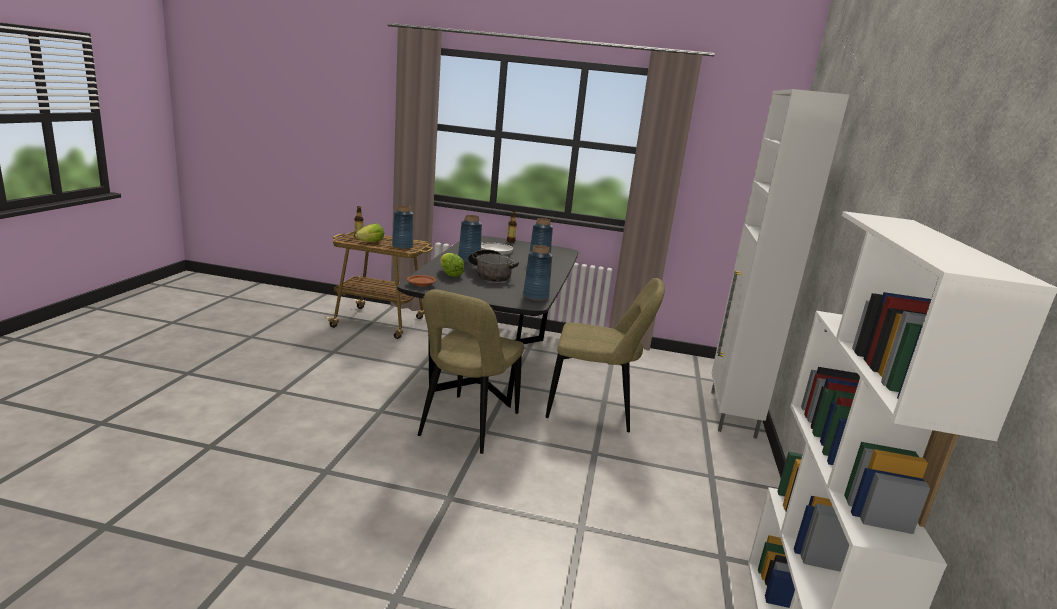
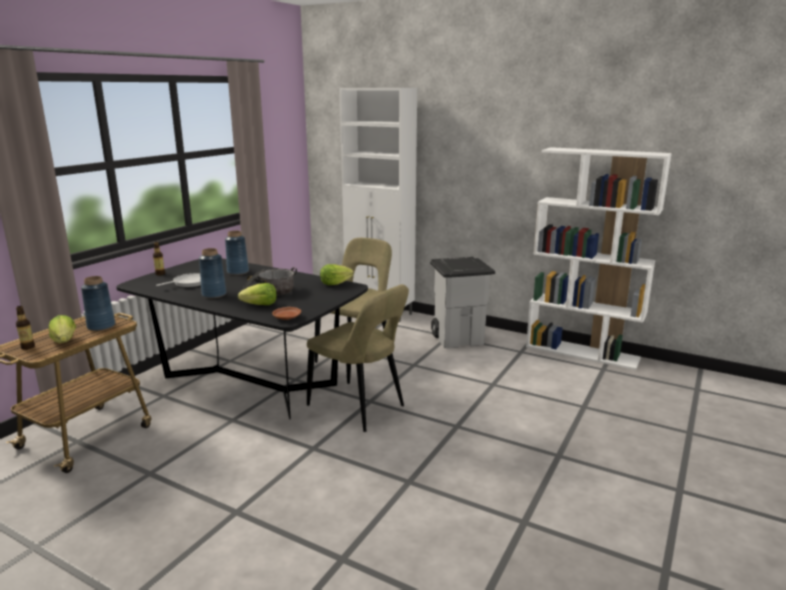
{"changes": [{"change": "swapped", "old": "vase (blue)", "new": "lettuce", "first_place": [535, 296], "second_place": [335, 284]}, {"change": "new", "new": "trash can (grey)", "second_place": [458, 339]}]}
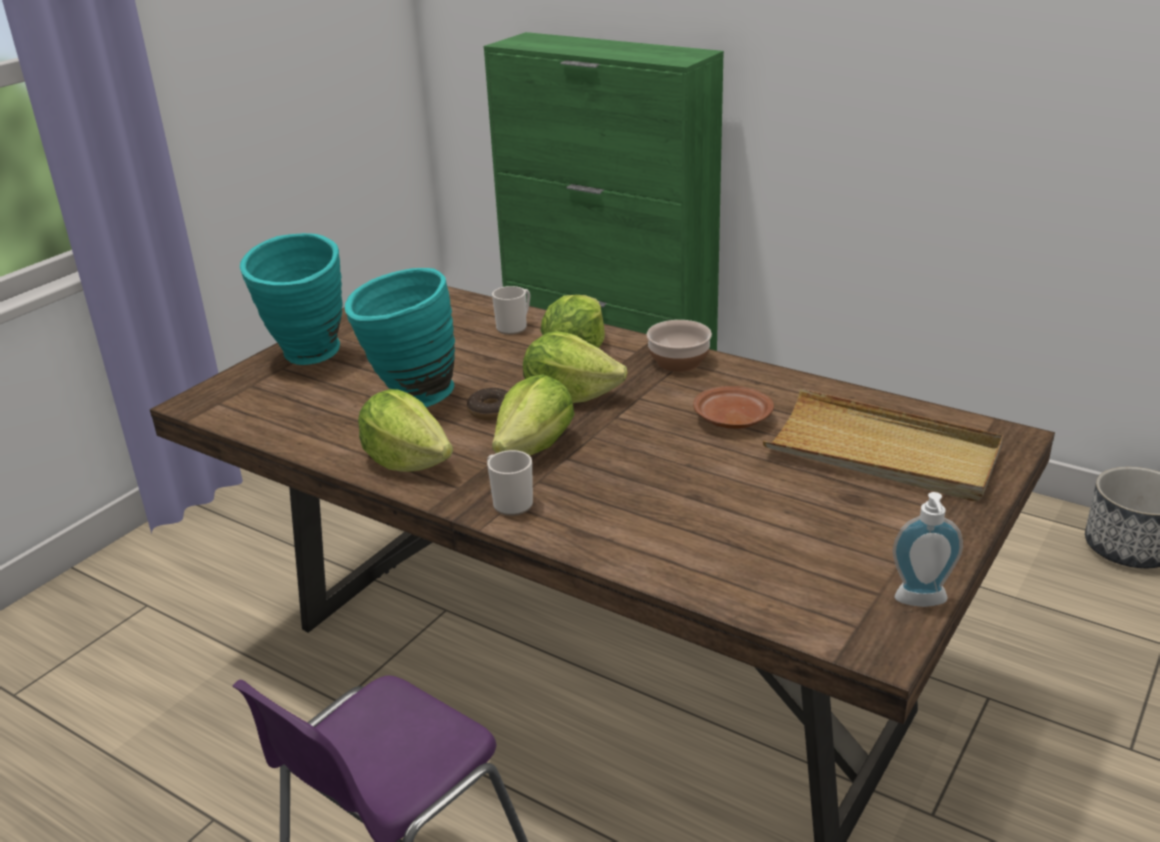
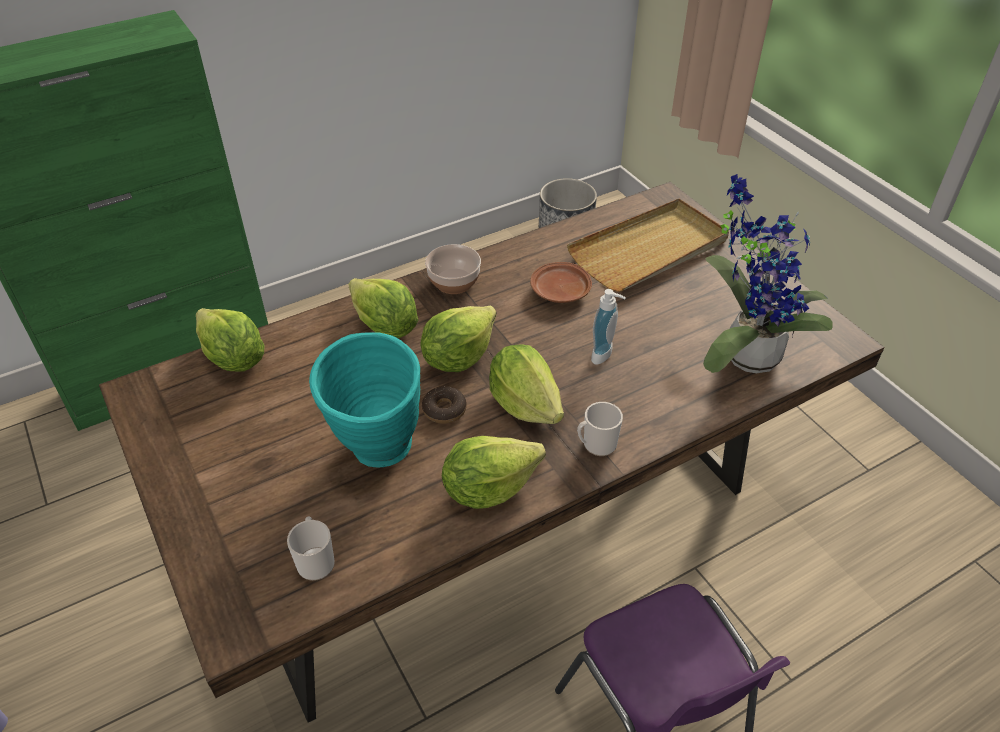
{"changes": [{"change": "gone", "old": "vase (turquoise)", "first_place": [308, 359]}, {"change": "shifted", "old": "mug", "first_place": [514, 327], "second_place": [315, 560]}, {"change": "shifted", "old": "soap dispenser", "first_place": [921, 603], "second_place": [605, 355]}, {"change": "new", "new": "lettuce", "second_place": [233, 359]}, {"change": "new", "new": "potted plant", "second_place": [745, 353]}]}
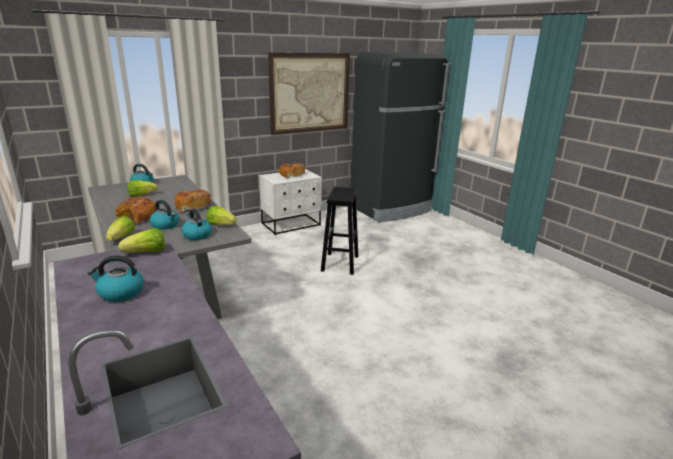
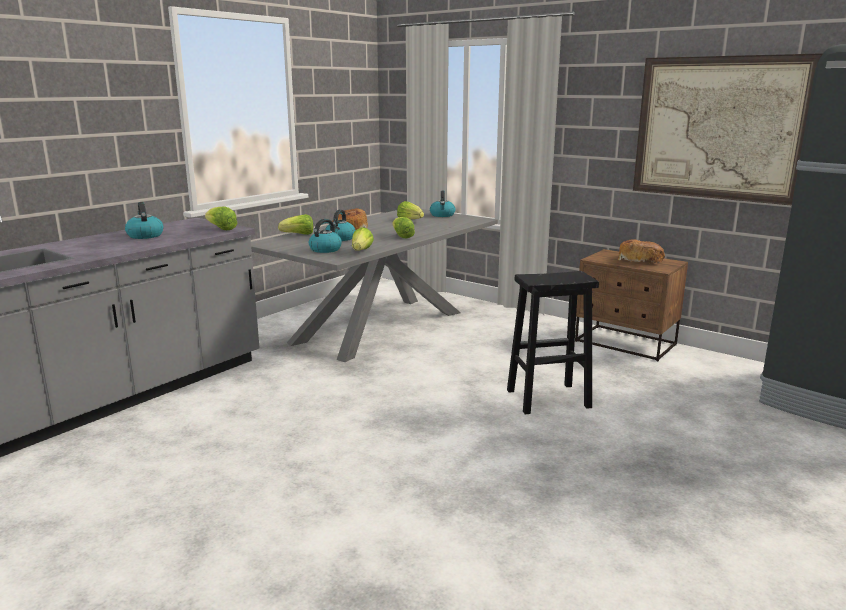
{"changes": [{"change": "swapped", "old": "bread", "new": "lettuce", "first_place": [193, 206], "second_place": [402, 236]}, {"change": "repainted", "old": "nightstand (white)", "new": "nightstand (brown)", "first_place": [291, 224], "second_place": [625, 343]}]}
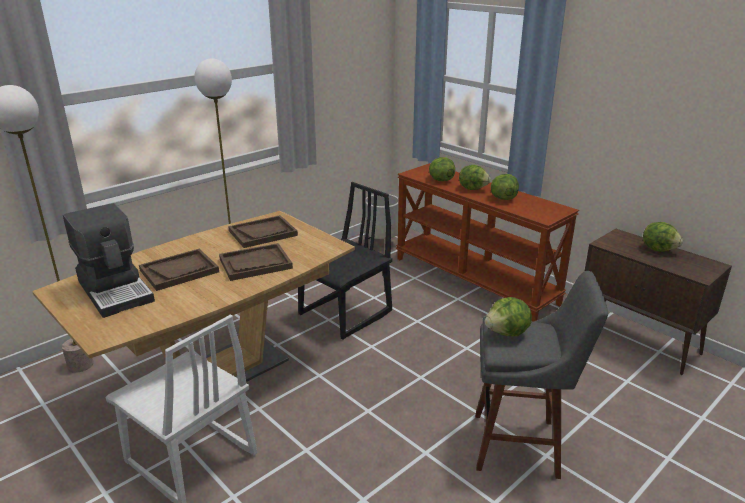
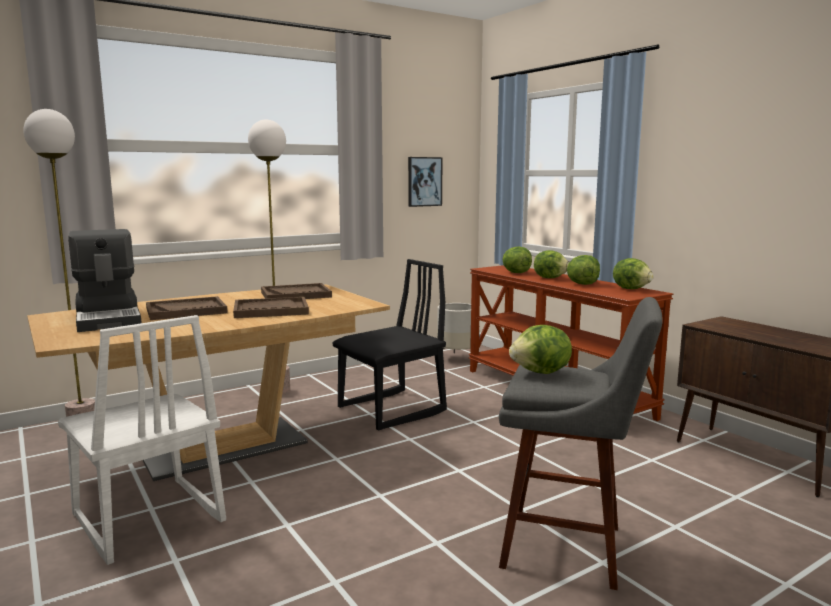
{"changes": [{"change": "shifted", "old": "lettuce", "first_place": [659, 249], "second_place": [631, 289]}, {"change": "new", "new": "picture", "second_place": [424, 181]}]}
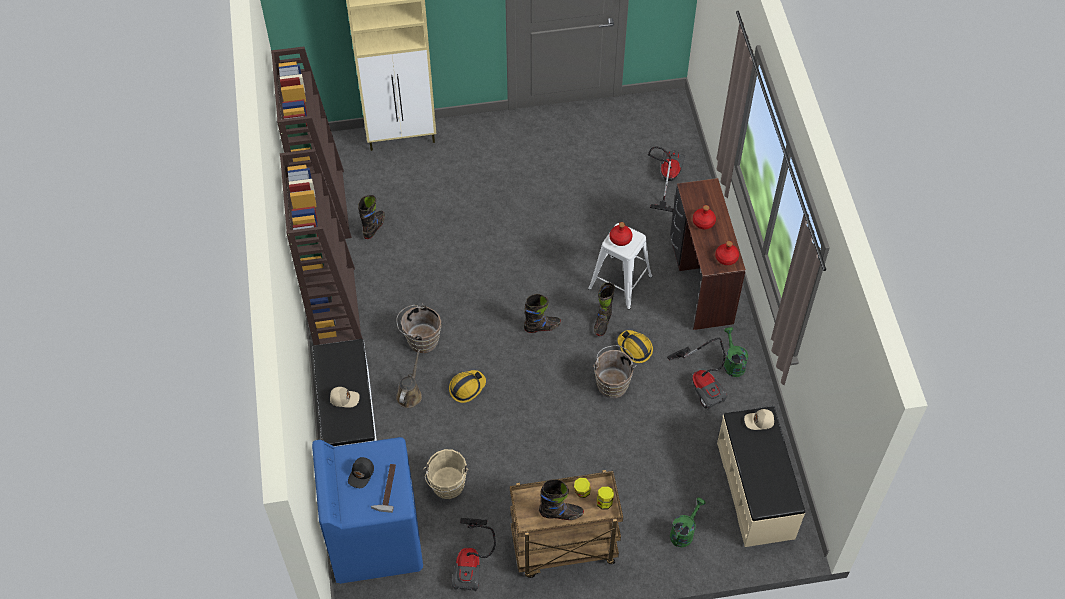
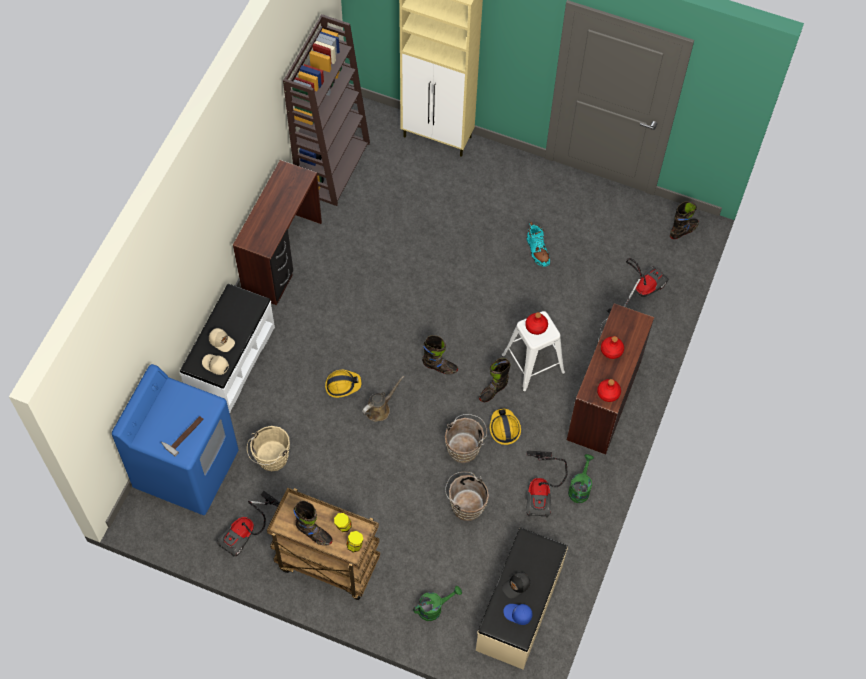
{"changes": [{"change": "swapped", "old": "bookcase (brown)", "new": "desk (brown)", "first_place": [333, 306], "second_place": [283, 257]}, {"change": "shifted", "old": "cap (black)", "first_place": [361, 474], "second_place": [516, 586]}, {"change": "shifted", "old": "boot (black)", "first_place": [374, 227], "second_place": [683, 231]}, {"change": "shifted", "old": "watering can (brown)", "first_place": [410, 394], "second_place": [379, 409]}, {"change": "shifted", "old": "bucket (brown)", "first_place": [420, 340], "second_place": [465, 505]}, {"change": "shifted", "old": "cap (beige)", "first_place": [759, 421], "second_place": [215, 365]}, {"change": "new", "new": "cap (blue)", "second_place": [517, 614]}, {"change": "new", "new": "boot (turquoise)", "second_place": [537, 251]}]}
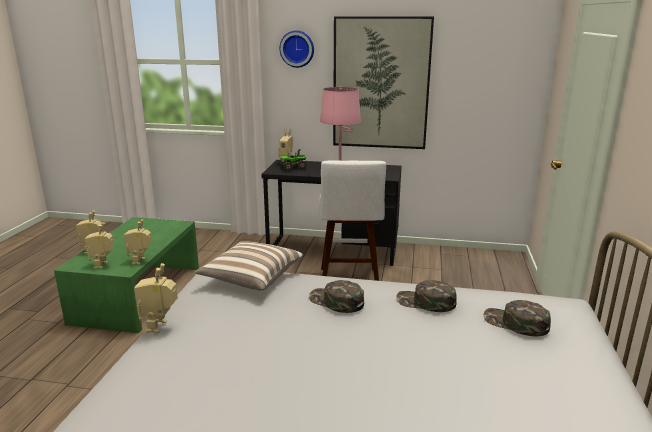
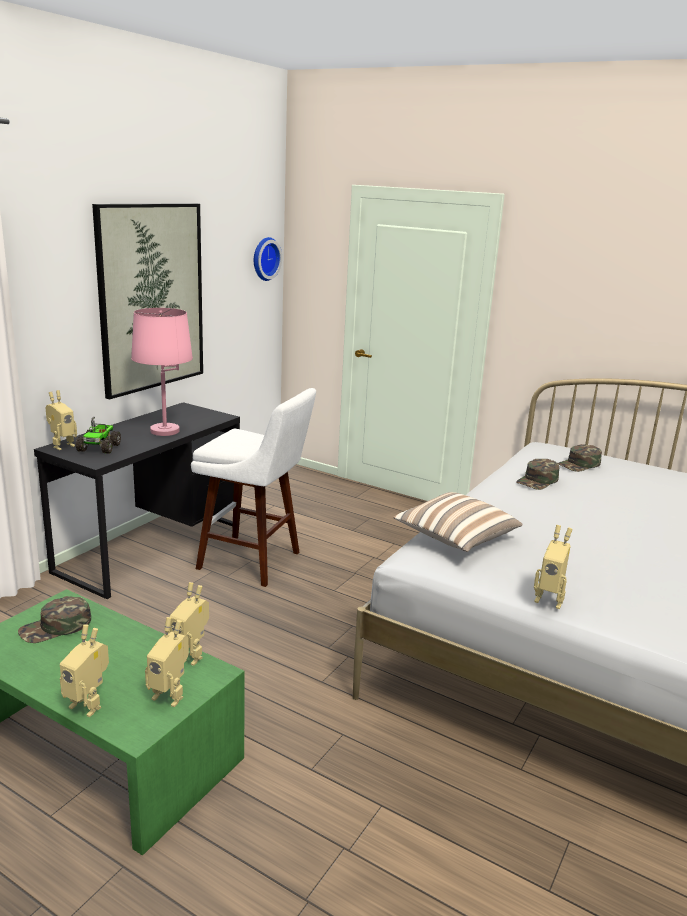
{"changes": [{"change": "shifted", "old": "wall clock", "first_place": [297, 49], "second_place": [264, 258]}, {"change": "shifted", "old": "cap (green)", "first_place": [336, 301], "second_place": [56, 627]}]}
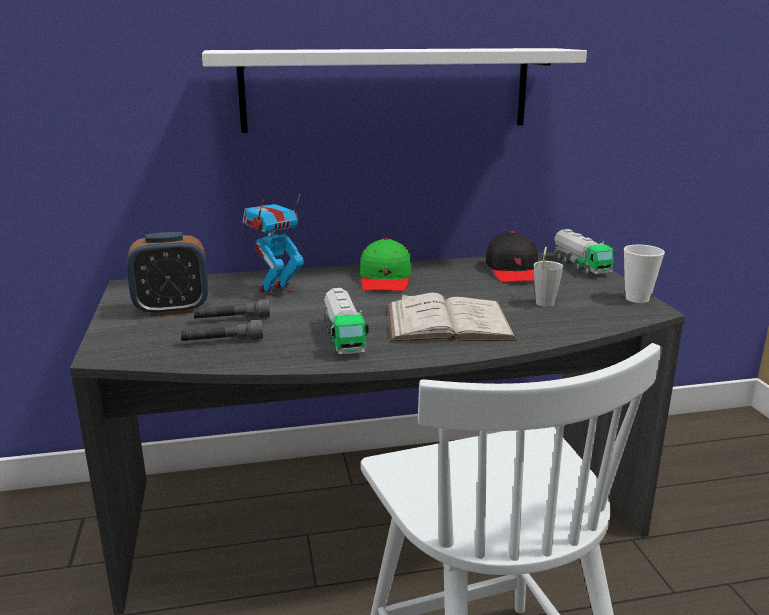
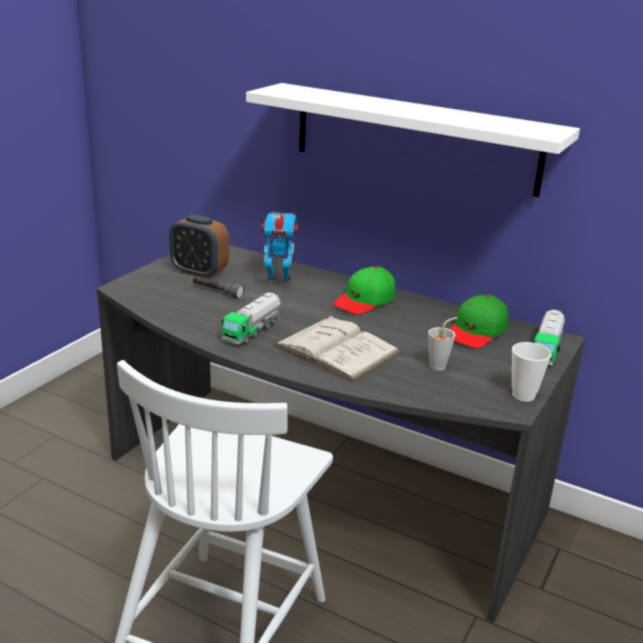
{"changes": [{"change": "gone", "old": "flashlight (grey)", "first_place": [222, 341]}, {"change": "repainted", "old": "cap (black)", "new": "cap (green)", "first_place": [513, 271], "second_place": [476, 332]}]}
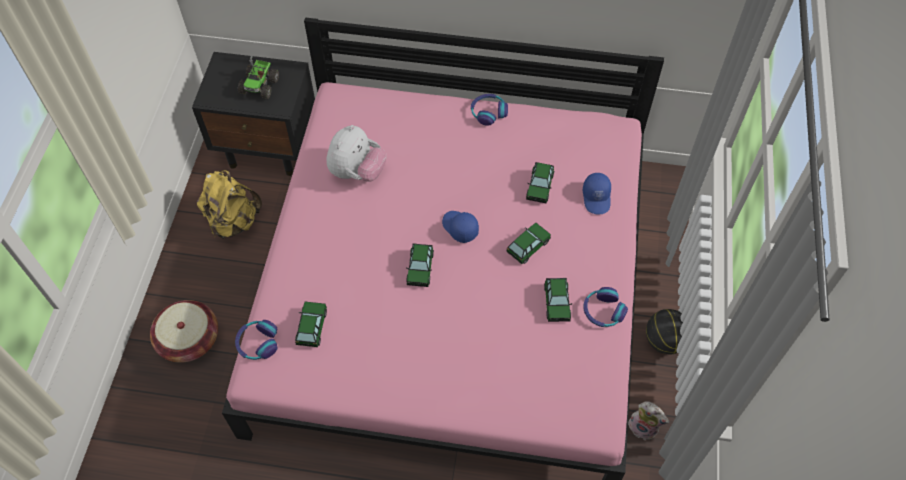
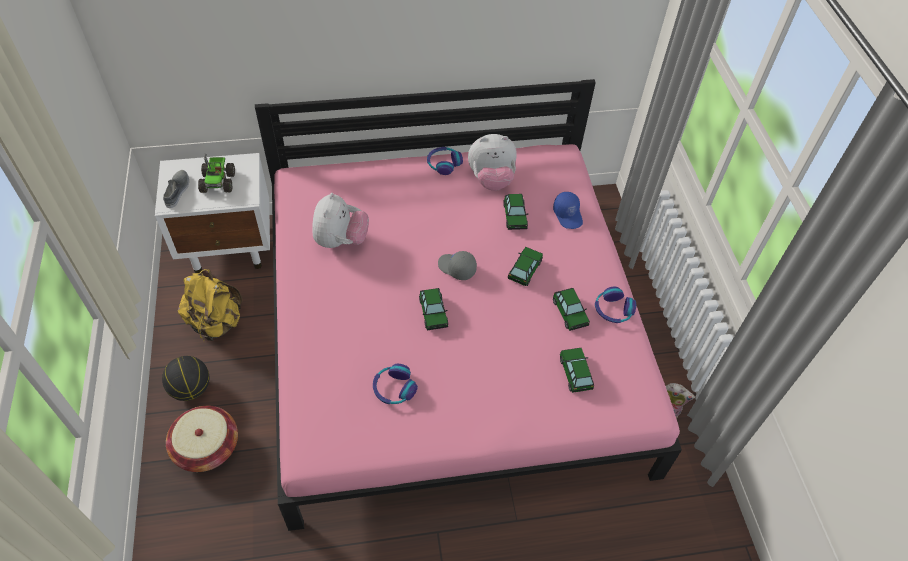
{"changes": [{"change": "repainted", "old": "nightstand (black)", "new": "nightstand (white)", "first_place": [269, 147], "second_place": [230, 247]}, {"change": "shifted", "old": "headphones", "first_place": [257, 343], "second_place": [394, 388]}, {"change": "shifted", "old": "toy car", "first_place": [311, 327], "second_place": [575, 373]}, {"change": "repainted", "old": "cap (blue)", "new": "cap (grey)", "first_place": [459, 228], "second_place": [456, 268]}, {"change": "shifted", "old": "basketball", "first_place": [664, 341], "second_place": [191, 389]}, {"change": "new", "new": "shoe (grey)", "second_place": [177, 191]}, {"change": "new", "new": "plush toy", "second_place": [491, 180]}]}
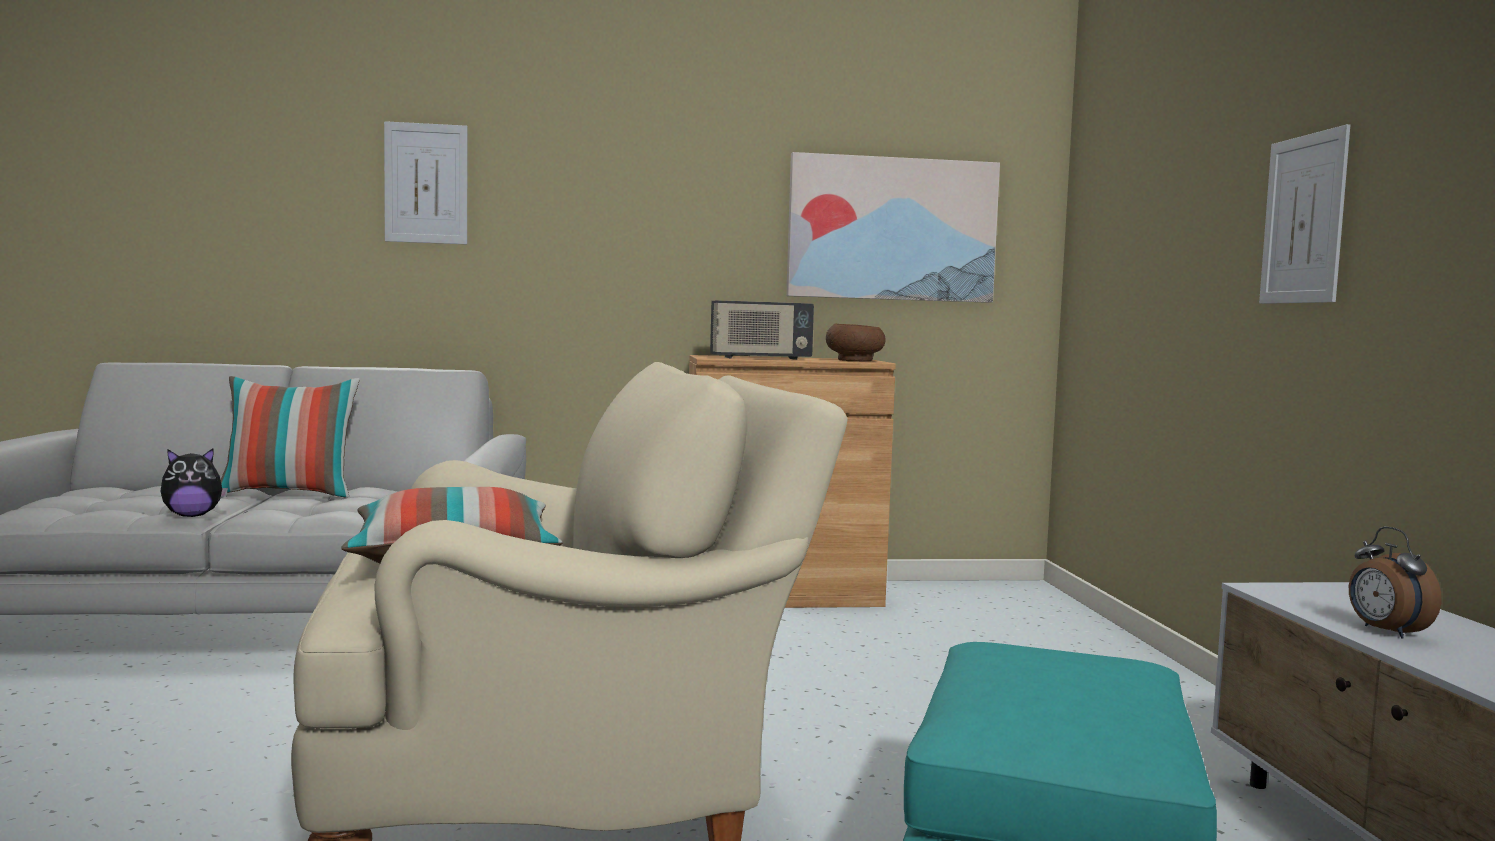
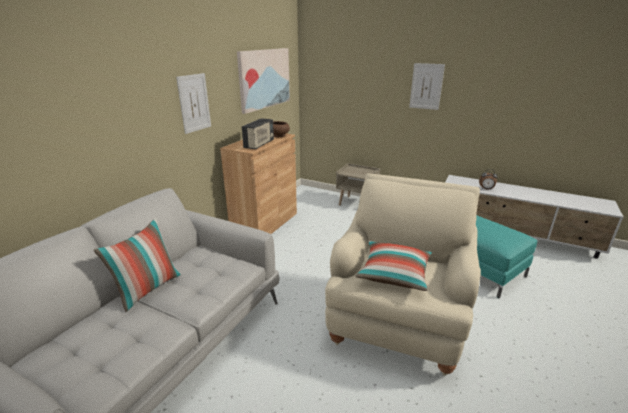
{"changes": [{"change": "gone", "old": "plush toy", "first_place": [192, 516]}, {"change": "shifted", "old": "picture", "first_place": [426, 183], "second_place": [194, 103]}, {"change": "new", "new": "nightstand (beige)", "second_place": [357, 203]}]}
